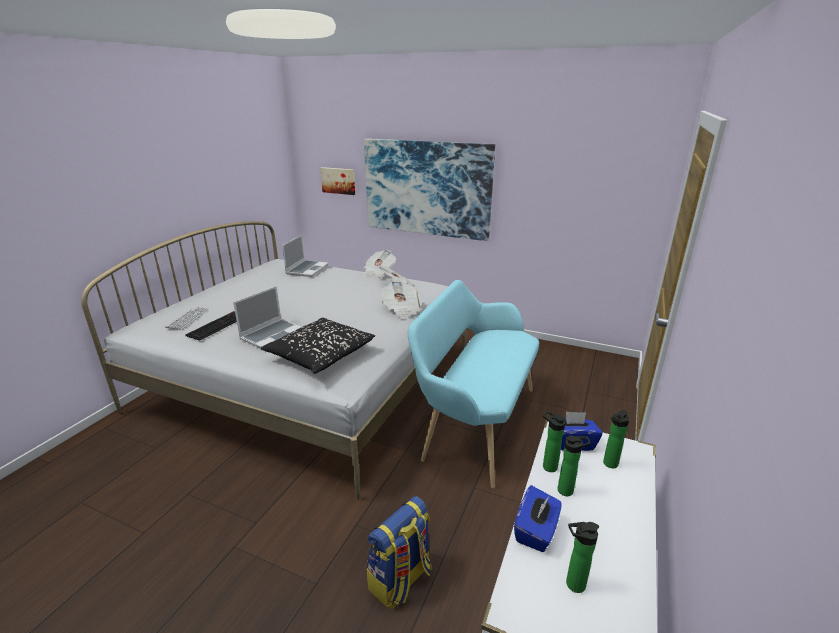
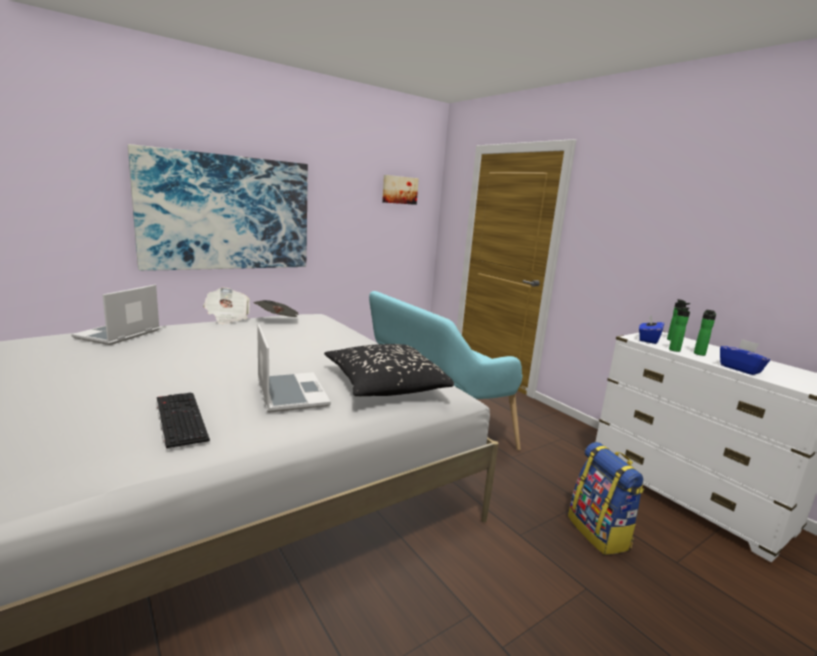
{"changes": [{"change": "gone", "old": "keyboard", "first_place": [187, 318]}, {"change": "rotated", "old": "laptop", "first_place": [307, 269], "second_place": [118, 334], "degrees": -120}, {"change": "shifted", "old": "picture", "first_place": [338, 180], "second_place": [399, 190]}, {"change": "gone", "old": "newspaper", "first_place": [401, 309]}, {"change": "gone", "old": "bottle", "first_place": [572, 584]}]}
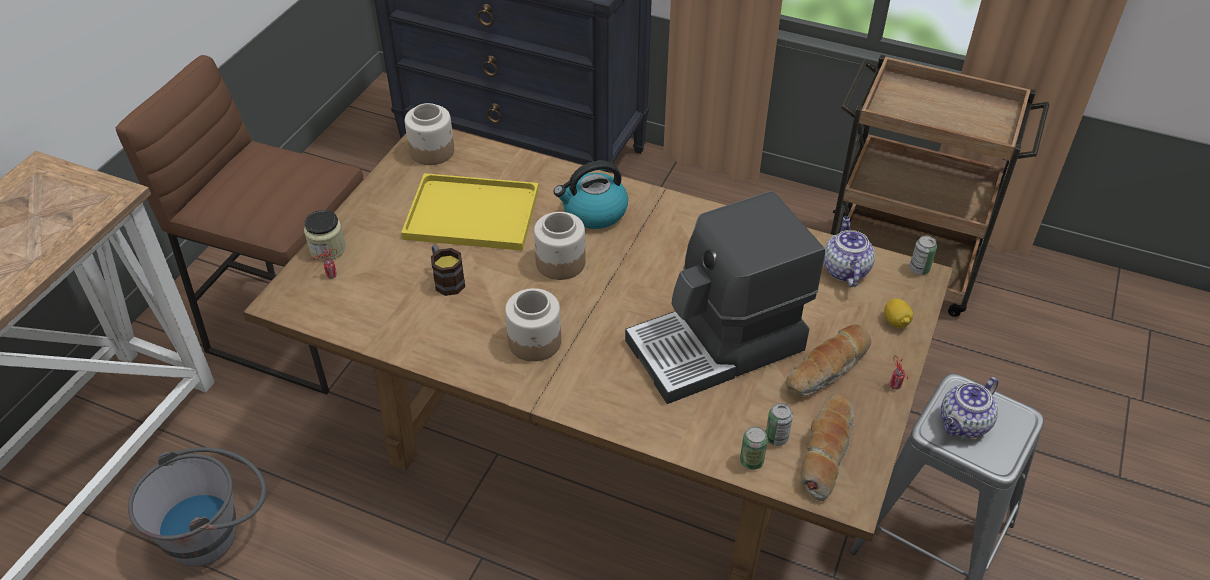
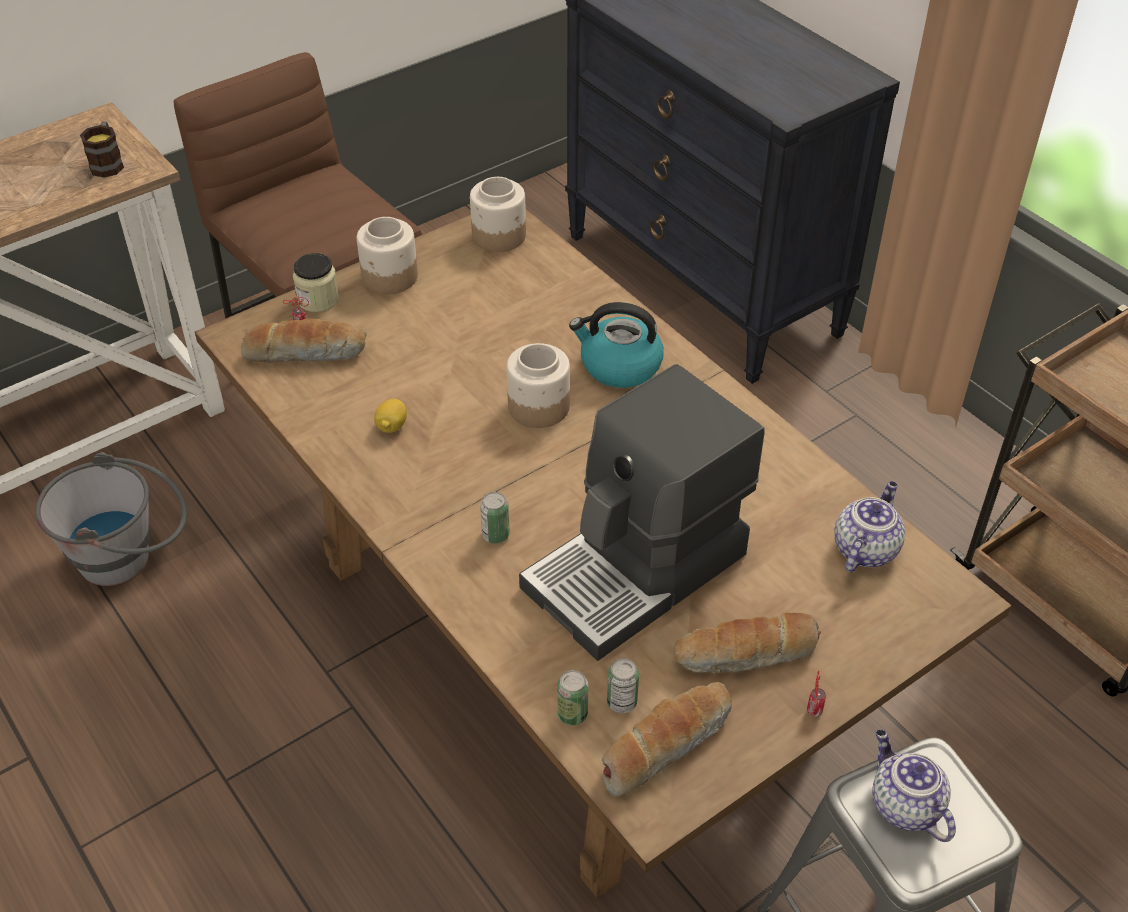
{"changes": [{"change": "gone", "old": "tray (yellow)", "first_place": [469, 214]}, {"change": "shifted", "old": "mug", "first_place": [446, 280], "second_place": [108, 163]}, {"change": "shifted", "old": "jar", "first_place": [535, 342], "second_place": [390, 277]}, {"change": "rotated", "old": "coffee machine", "first_place": [718, 346], "second_place": [638, 571], "degrees": -45}, {"change": "shifted", "old": "lemon", "first_place": [896, 322], "second_place": [392, 426]}, {"change": "shifted", "old": "can", "first_place": [919, 269], "second_place": [495, 535]}, {"change": "rotated", "old": "teapot", "first_place": [963, 424], "second_place": [903, 805], "degrees": 75}, {"change": "new", "new": "bread", "second_place": [306, 352]}]}
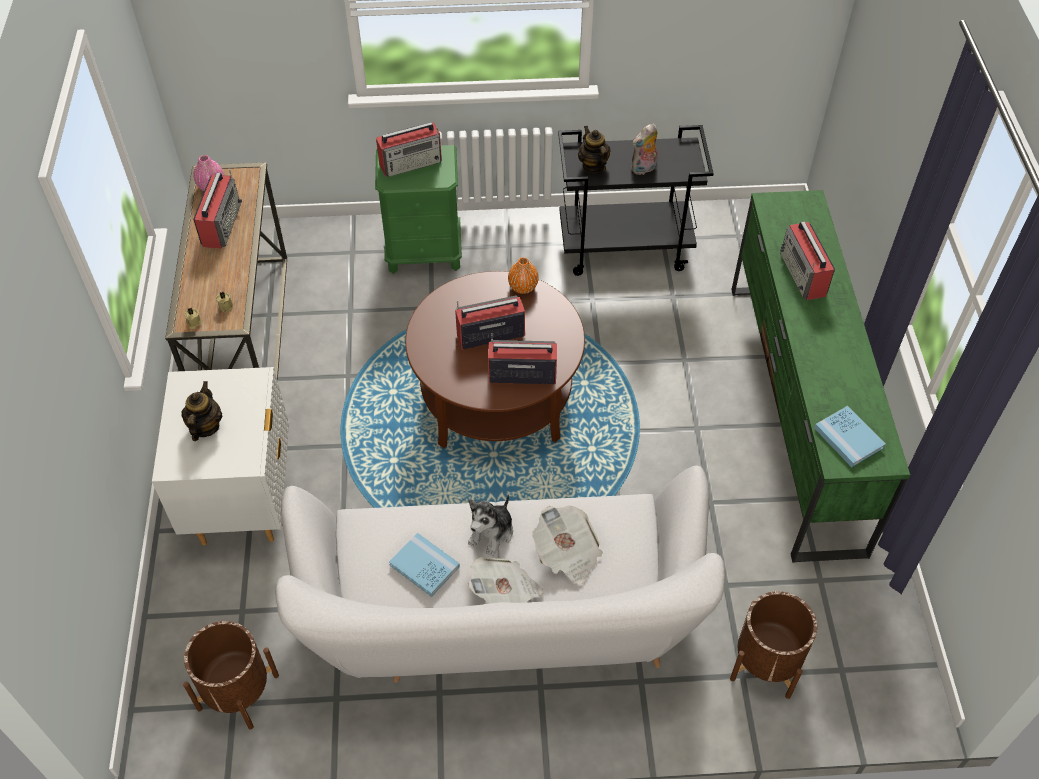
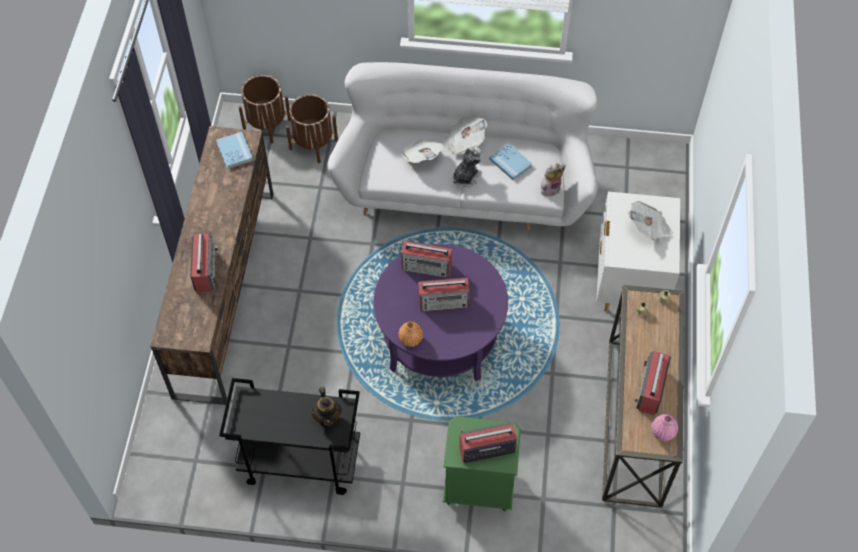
{"changes": [{"change": "swapped", "old": "teapot", "new": "newspaper", "first_place": [205, 427], "second_place": [648, 228]}, {"change": "shifted", "old": "planter (brown)", "first_place": [238, 692], "second_place": [267, 124]}, {"change": "repainted", "old": "coffee table (brown)", "new": "coffee table (purple)", "first_place": [496, 397], "second_place": [440, 337]}, {"change": "shifted", "old": "plush toy", "first_place": [644, 169], "second_place": [550, 188]}, {"change": "repainted", "old": "tv stand (green)", "new": "tv stand (brown)", "first_place": [794, 414], "second_place": [226, 290]}]}
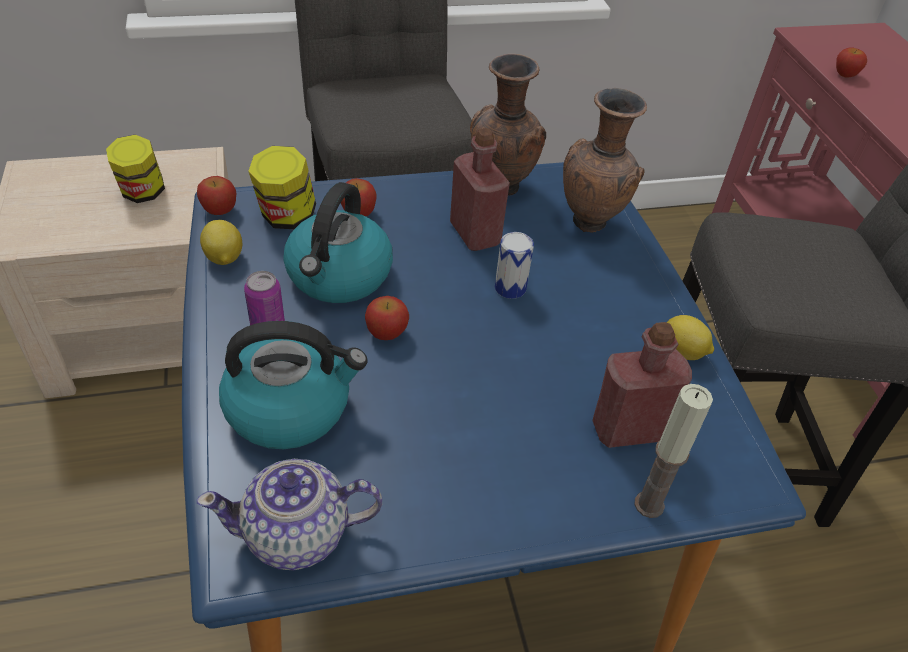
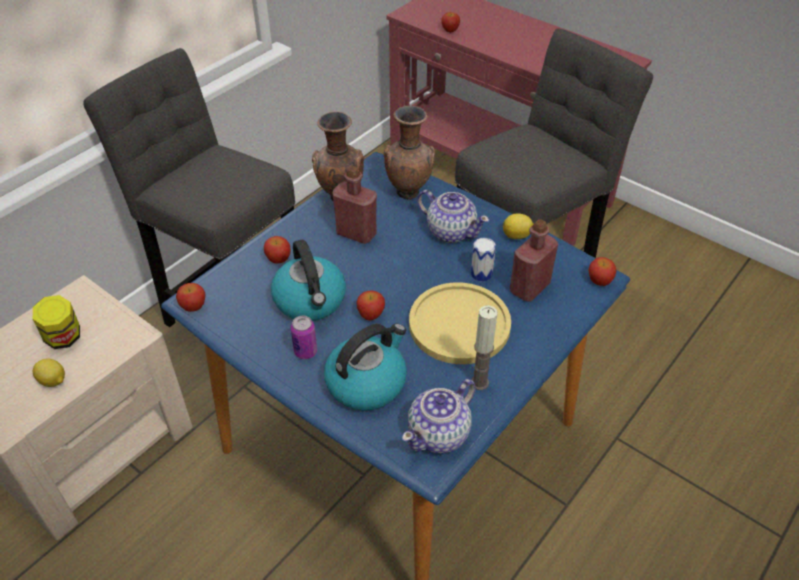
{"changes": [{"change": "shifted", "old": "lemon", "first_place": [224, 258], "second_place": [53, 381]}, {"change": "gone", "old": "jar", "first_place": [286, 217]}, {"change": "shifted", "old": "can", "first_place": [510, 288], "second_place": [481, 274]}, {"change": "shifted", "old": "candle", "first_place": [649, 504], "second_place": [480, 382]}, {"change": "new", "new": "plate (yellow)", "second_place": [459, 324]}, {"change": "new", "new": "teapot", "second_place": [451, 231]}, {"change": "new", "new": "apple", "second_place": [599, 281]}]}
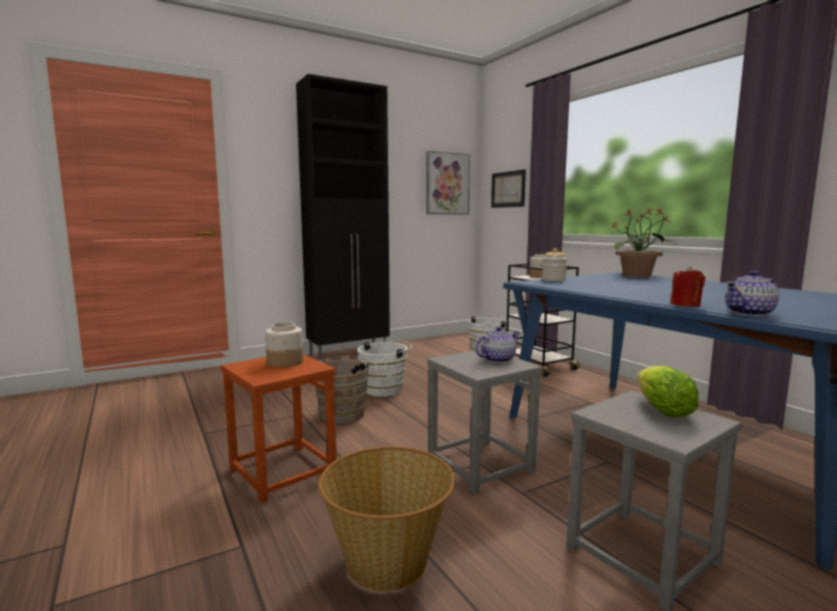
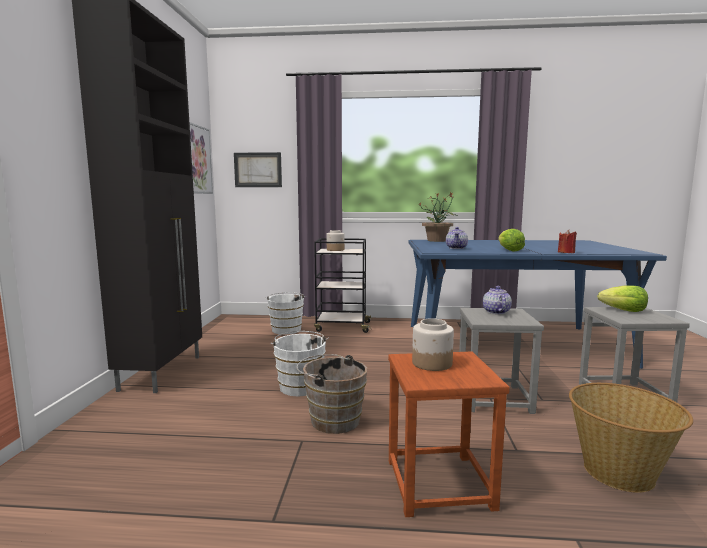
{"changes": [{"change": "gone", "old": "jar", "first_place": [553, 280]}, {"change": "shifted", "old": "teapot", "first_place": [750, 313], "second_place": [456, 248]}, {"change": "new", "new": "lettuce", "second_place": [509, 250]}]}
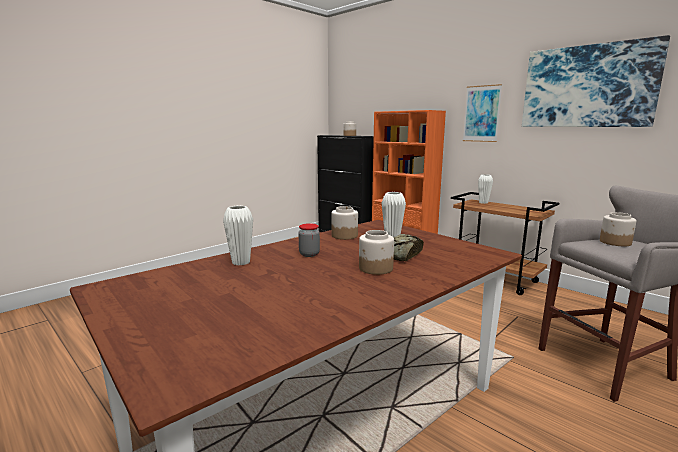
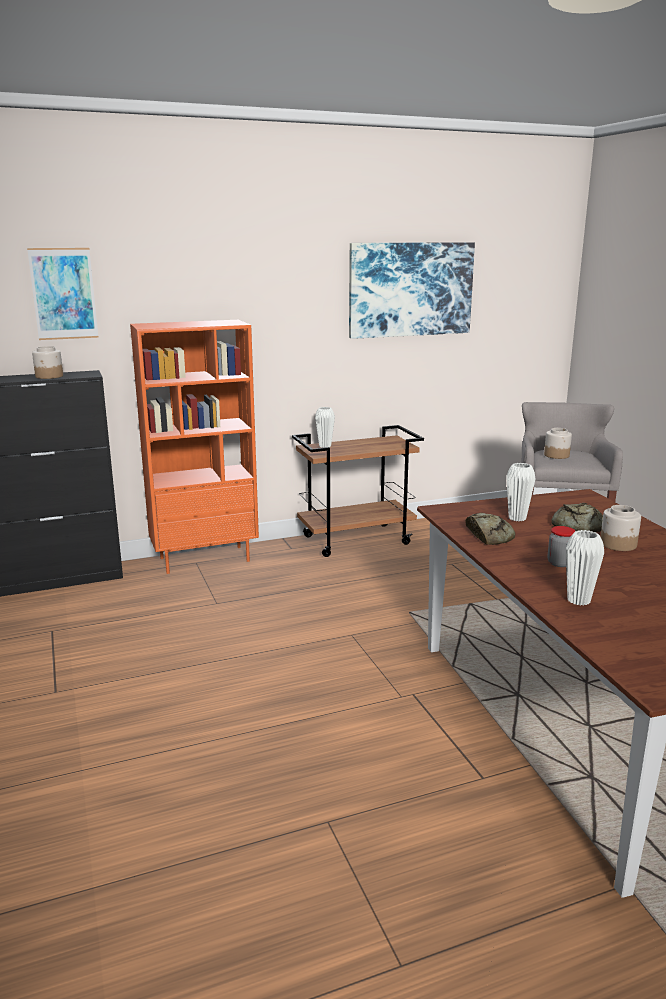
{"changes": [{"change": "swapped", "old": "jar", "new": "bread", "first_place": [344, 236], "second_place": [489, 535]}, {"change": "shifted", "old": "picture", "first_place": [481, 114], "second_place": [63, 294]}]}
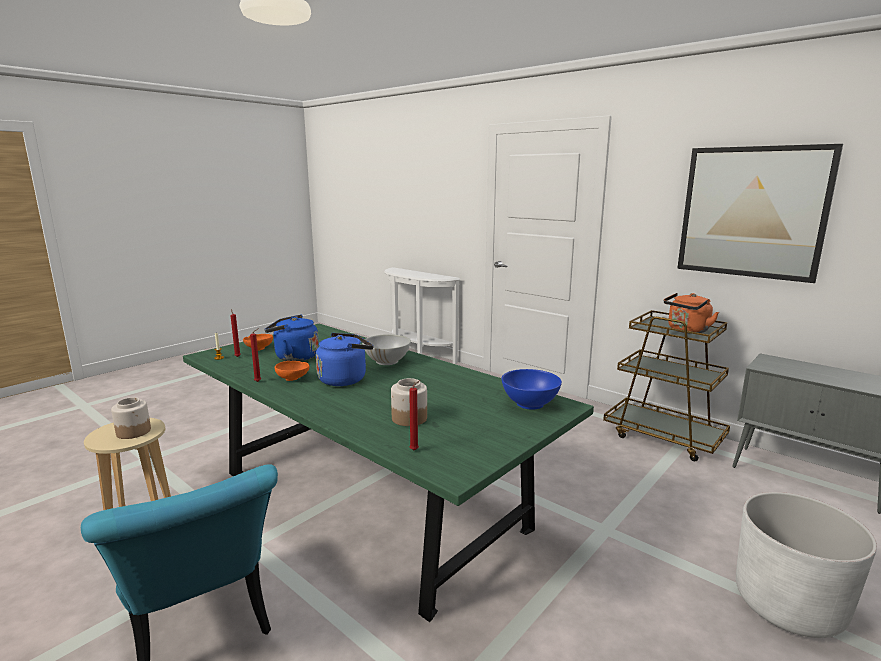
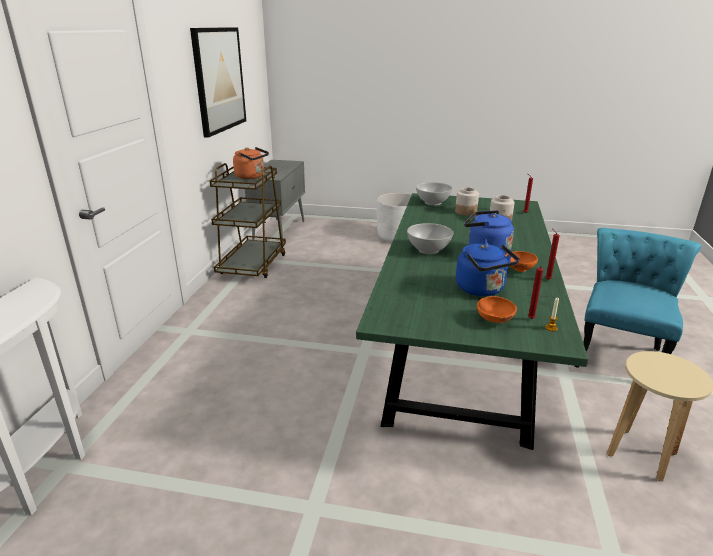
{"changes": [{"change": "shifted", "old": "jar", "first_place": [134, 431], "second_place": [465, 212]}, {"change": "repainted", "old": "bowl (blue)", "new": "bowl (white)", "first_place": [529, 404], "second_place": [433, 202]}]}
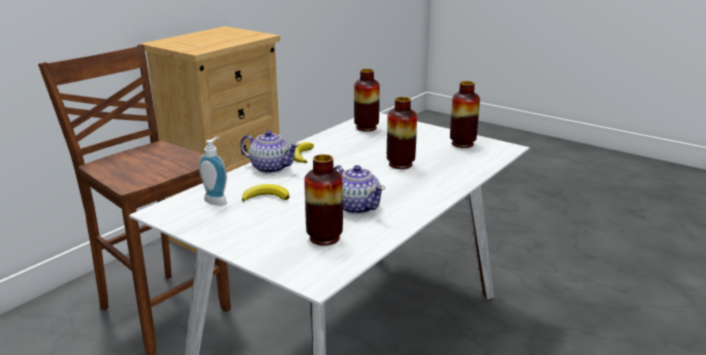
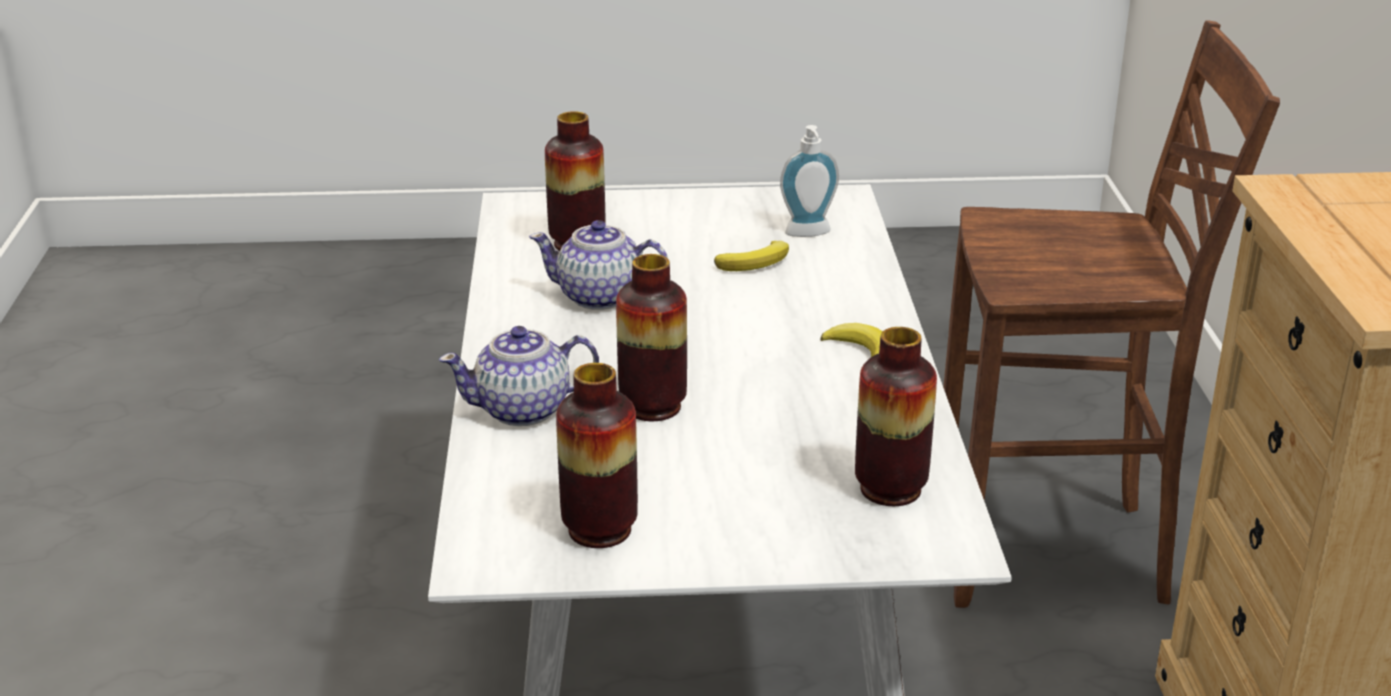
{"changes": [{"change": "shifted", "old": "teapot", "first_place": [270, 168], "second_place": [524, 410]}]}
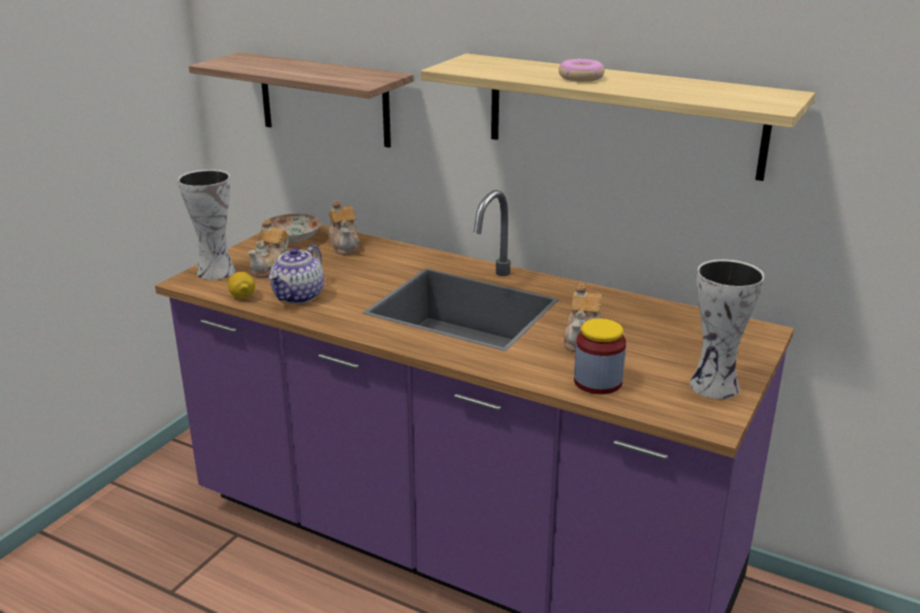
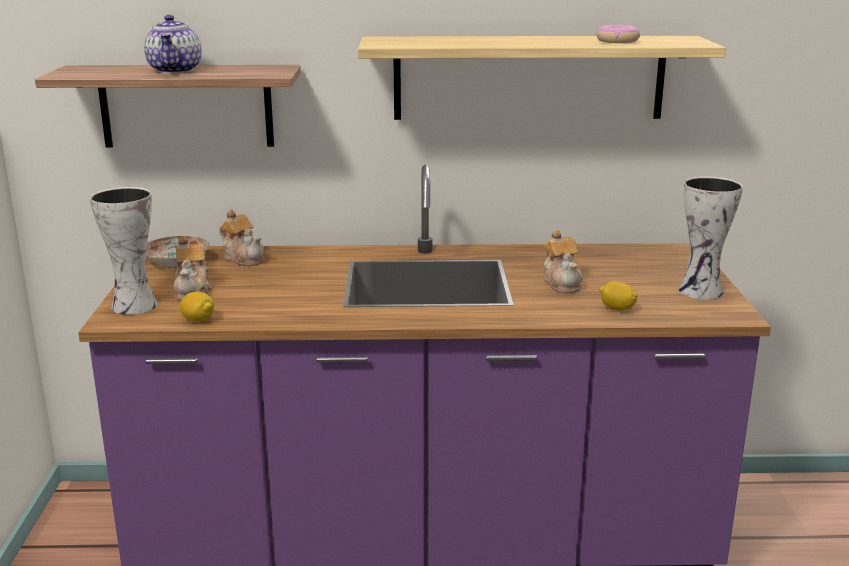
{"changes": [{"change": "shifted", "old": "teapot", "first_place": [299, 296], "second_place": [175, 70]}, {"change": "shifted", "old": "donut", "first_place": [580, 77], "second_place": [617, 41]}, {"change": "swapped", "old": "jar", "new": "lemon", "first_place": [597, 382], "second_place": [617, 309]}]}
